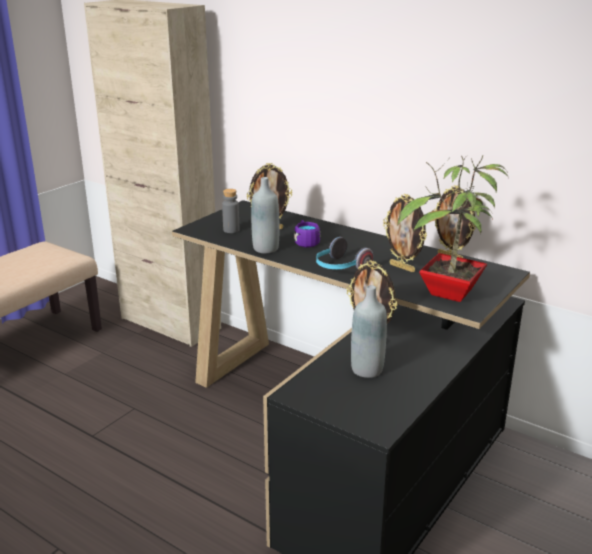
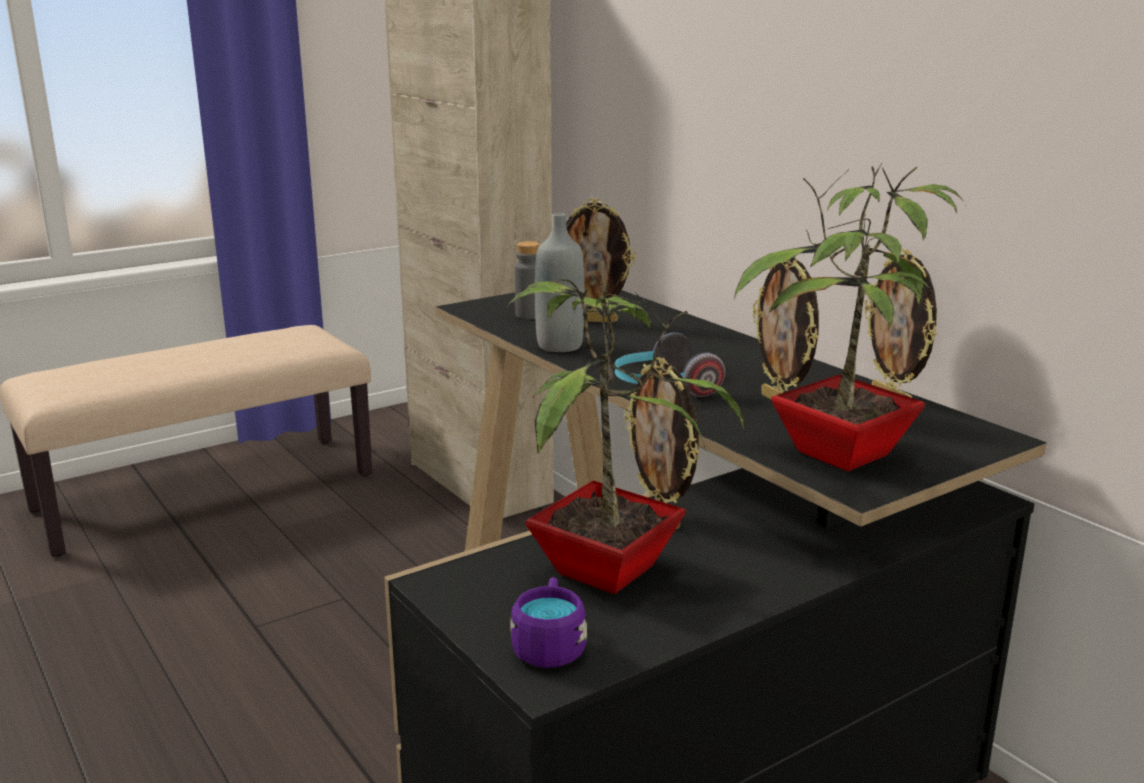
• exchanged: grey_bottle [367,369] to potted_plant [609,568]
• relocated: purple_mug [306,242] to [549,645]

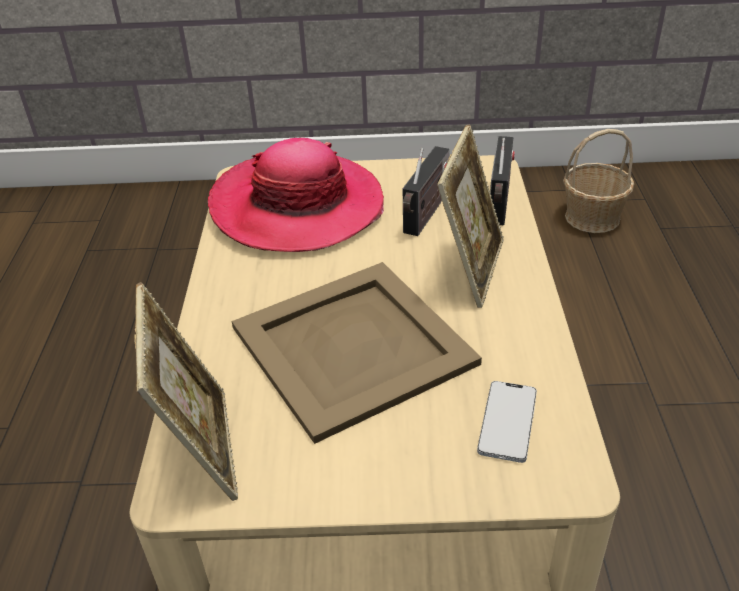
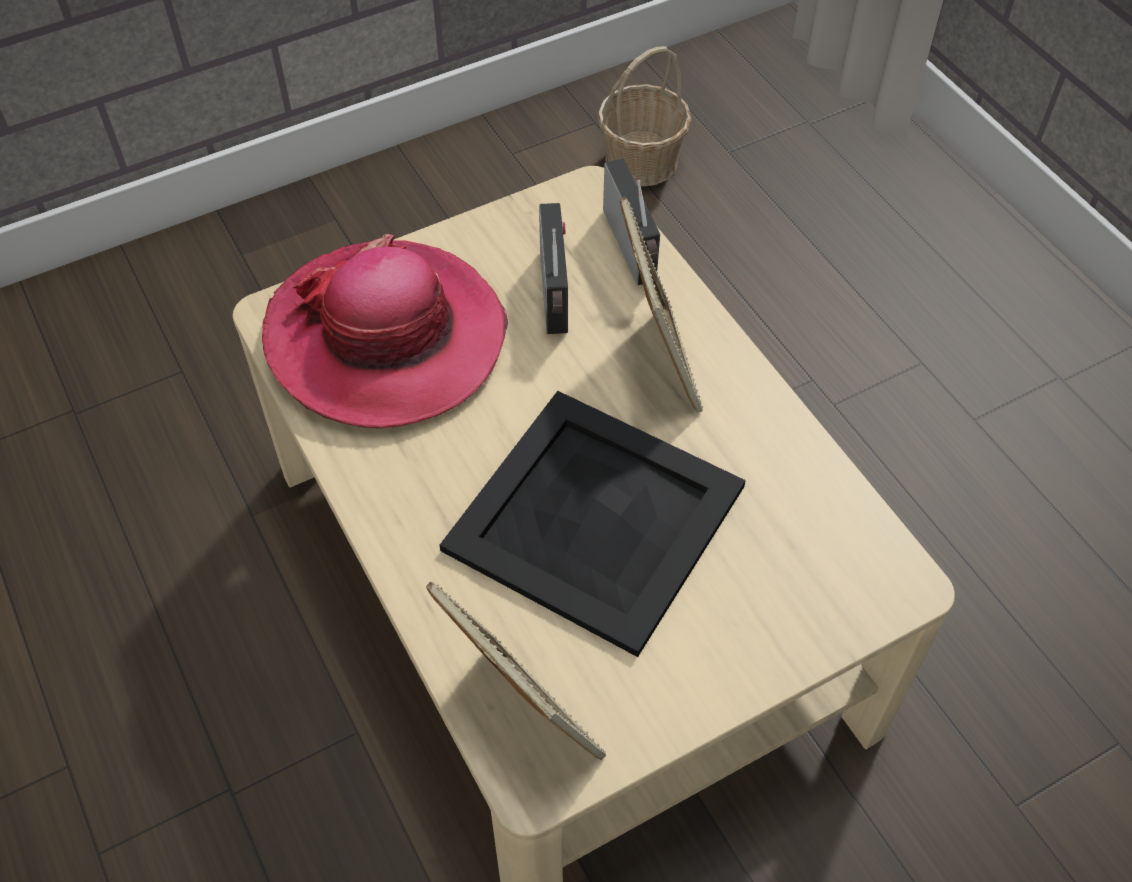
• colour: beige_tray [352,347] to black_tray [595,520]
• missing: phone [507,422]

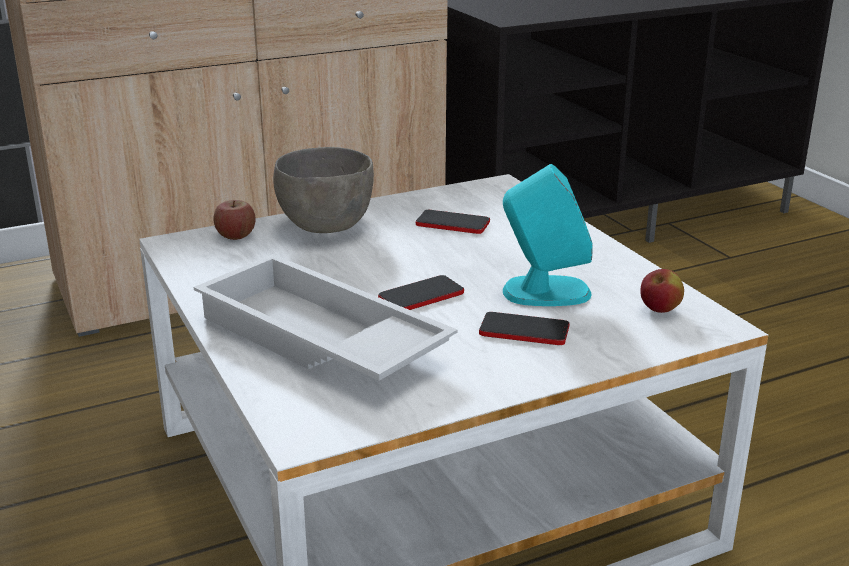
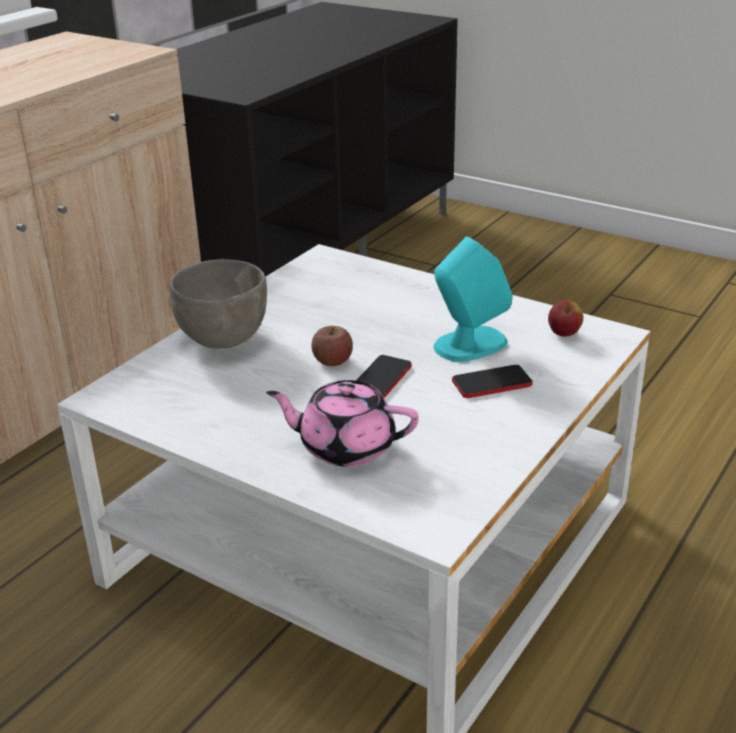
• exchanged: white_tray [316,340] to pink_teapot [345,447]
• relocated: apple [236,235] to [332,361]
• missing: phone [452,223]

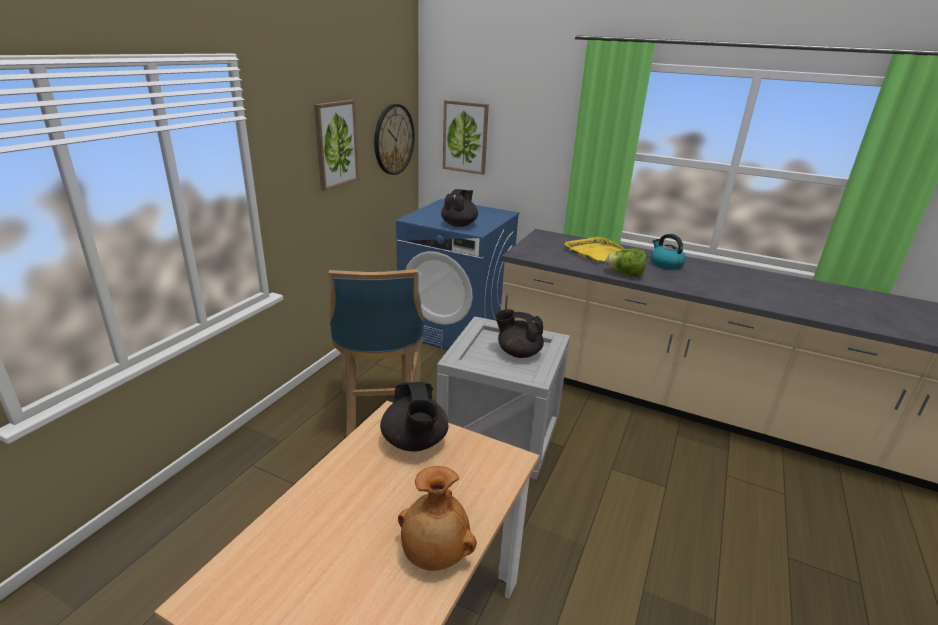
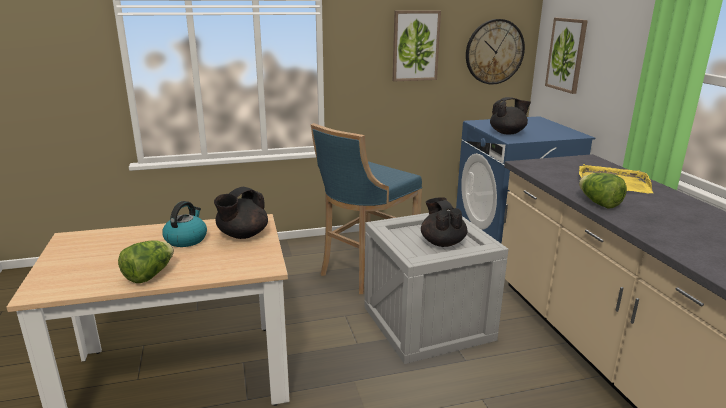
• exchanged: brown_vase [434,555] to lettuce [149,275]
• relocated: kettle [665,264] to [186,239]

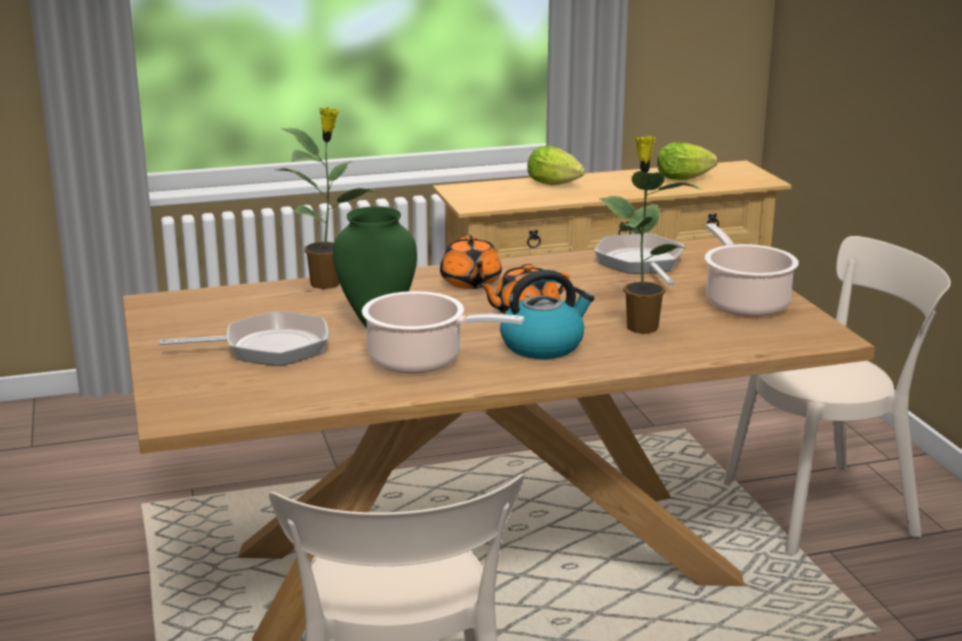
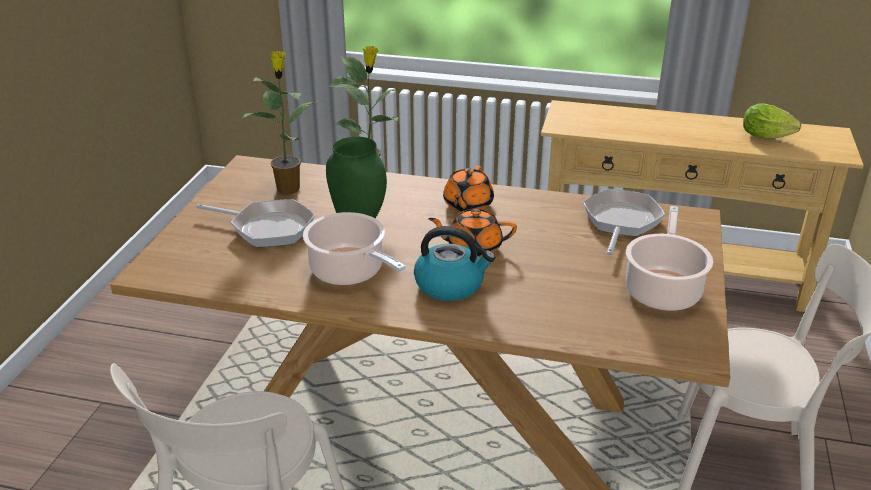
• relocated: potted_plant [641,326] to [288,188]
• missing: lettuce [556,185]

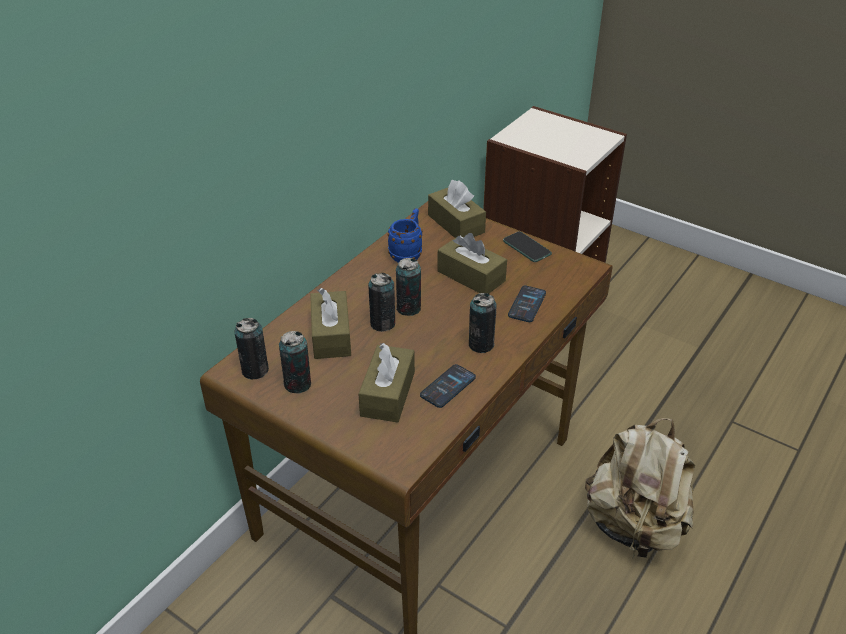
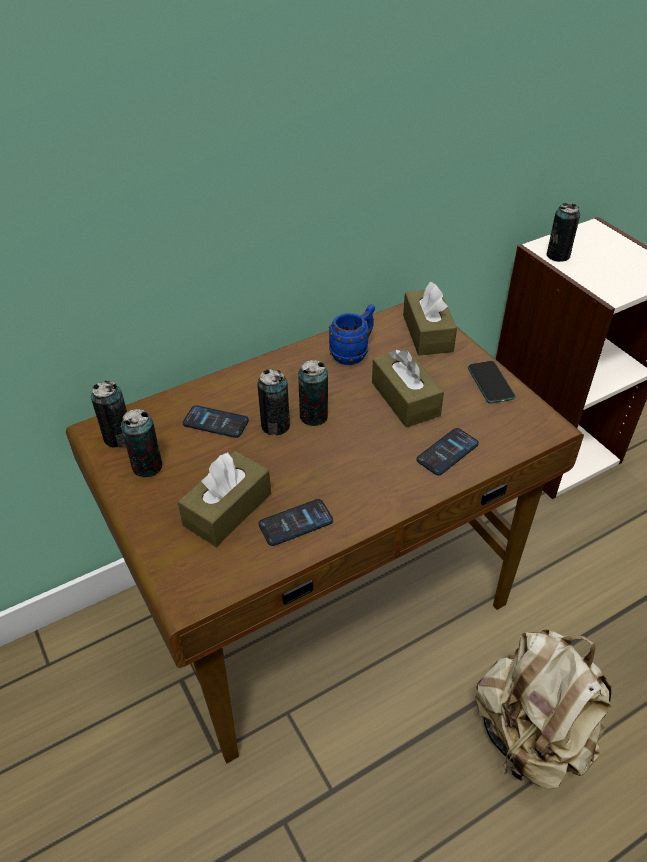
• exchanged: brown_tissue_box [331,335] to phone [215,422]
• relocated: can [481,344] to [558,255]

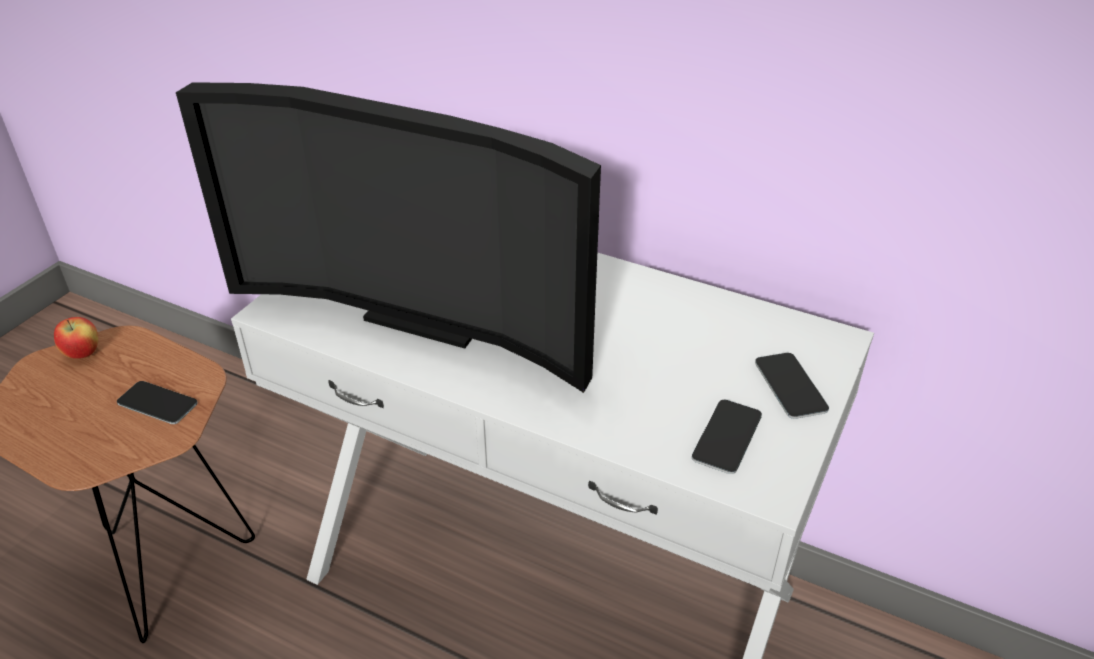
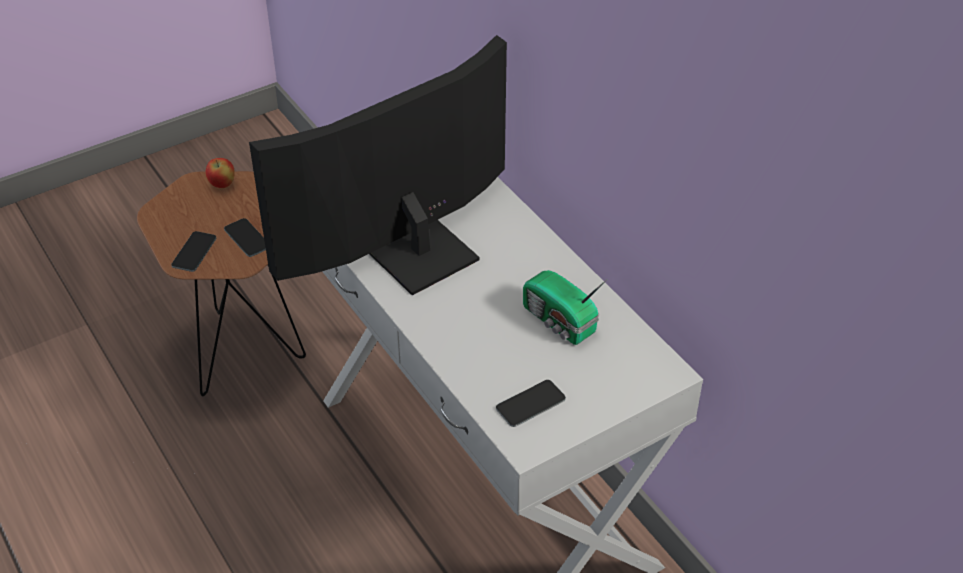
• relocated: phone [790,386] to [194,252]
• spun: television [427,314] = [413,245] 90 degrees clockwise
• appeared: radio [559,322]

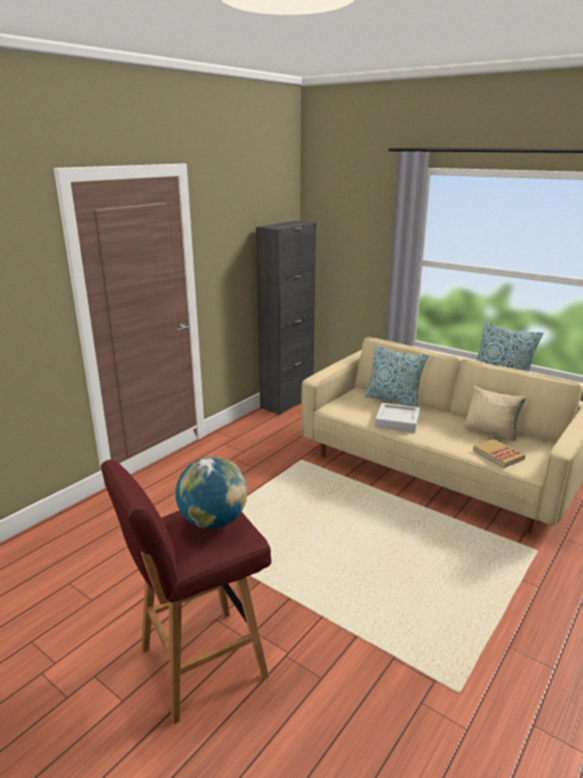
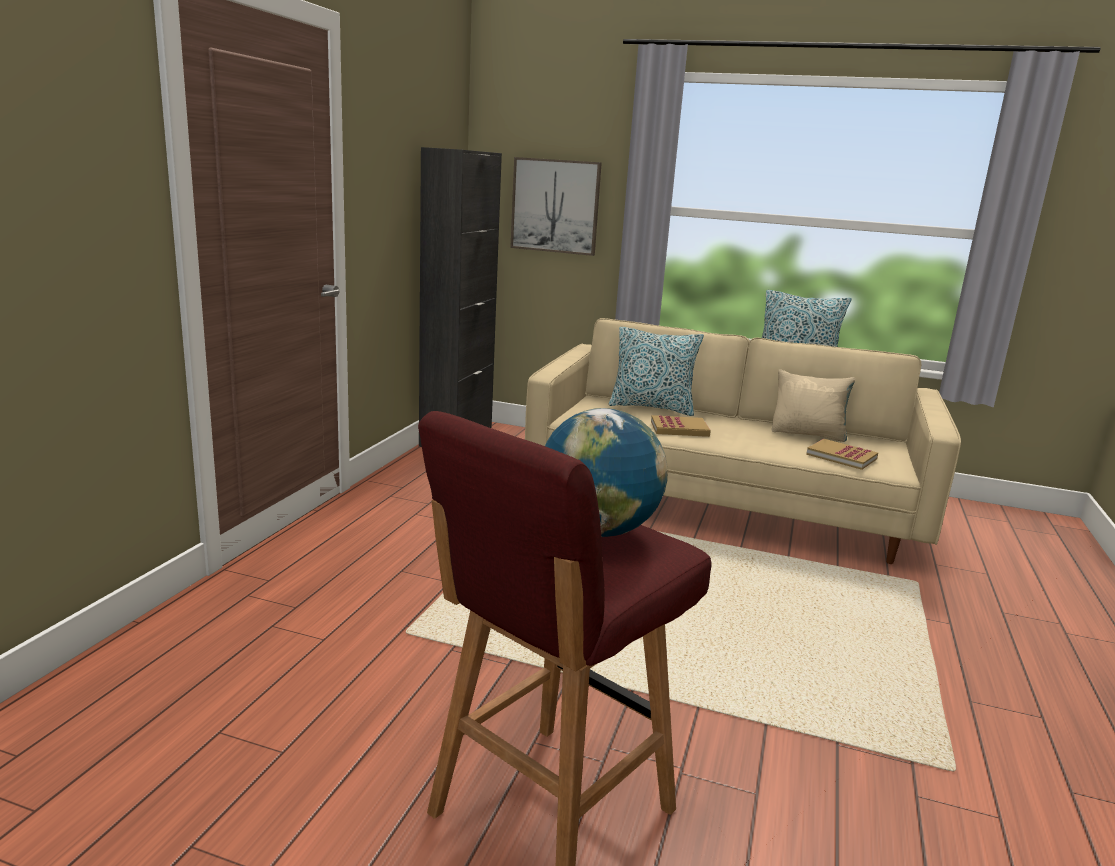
• appeared: picture [555,206]
• exchanged: grey_tray [397,421] to book [679,429]

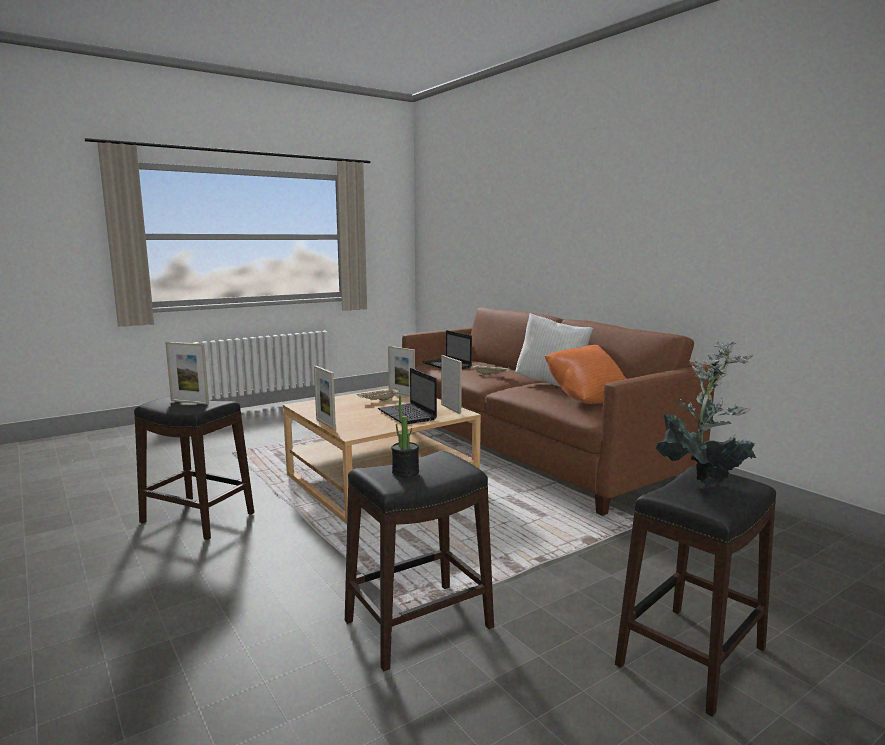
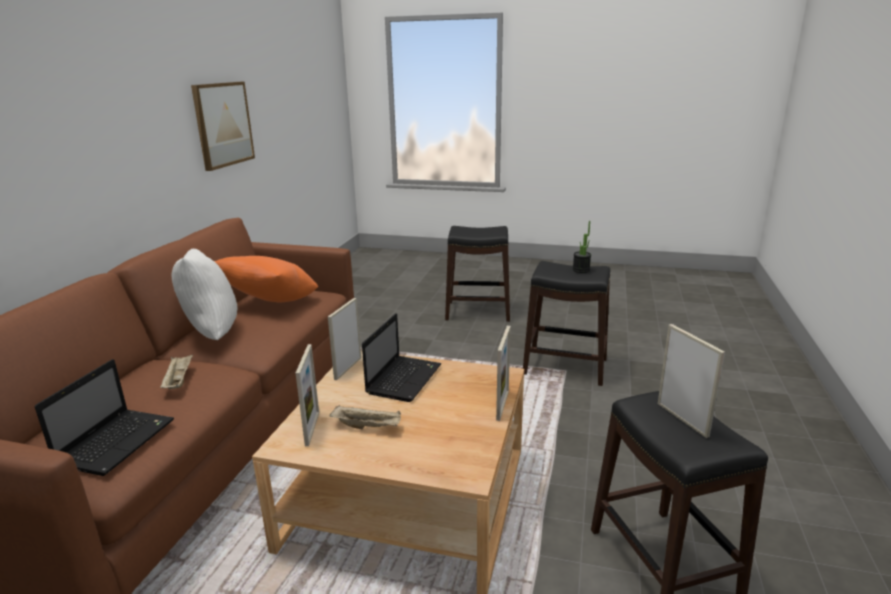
• appeared: picture [223,124]
• missing: potted_plant [703,478]

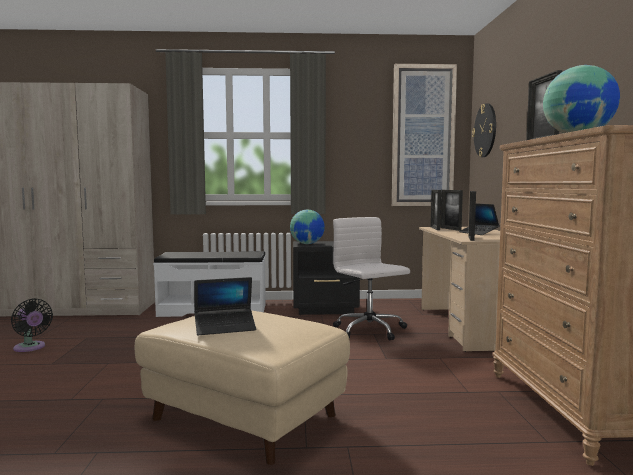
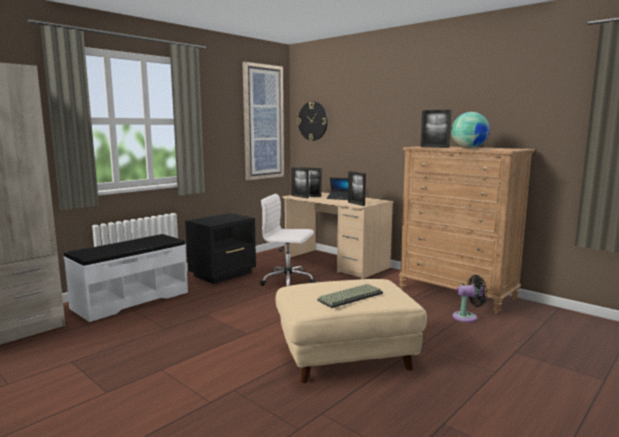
• exchanged: laptop [225,327] to keyboard [350,296]
• relocated: black_fan [30,348] to [467,317]
• missing: globe [307,244]

